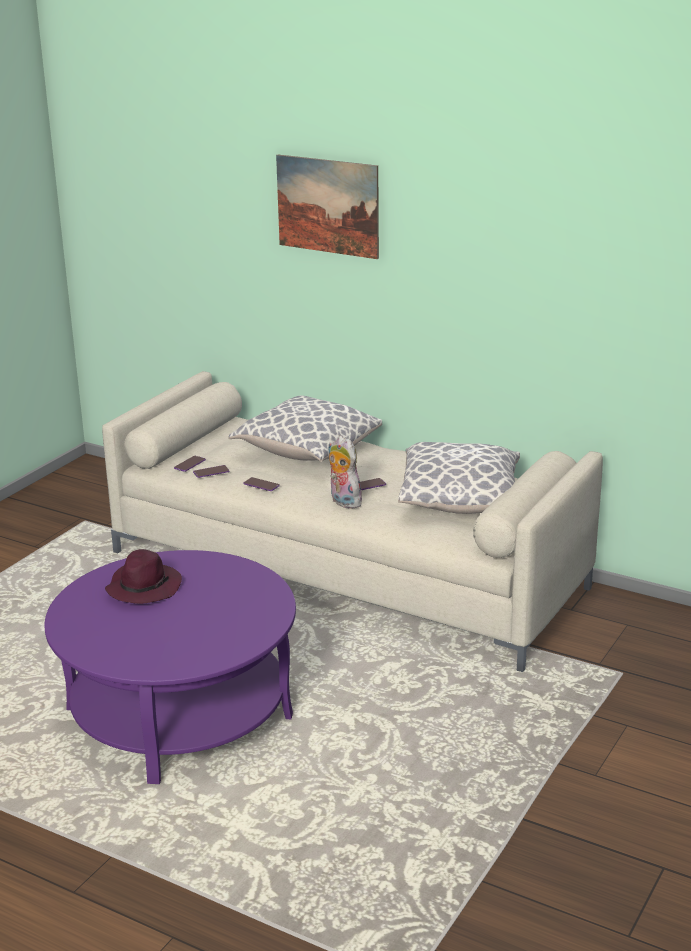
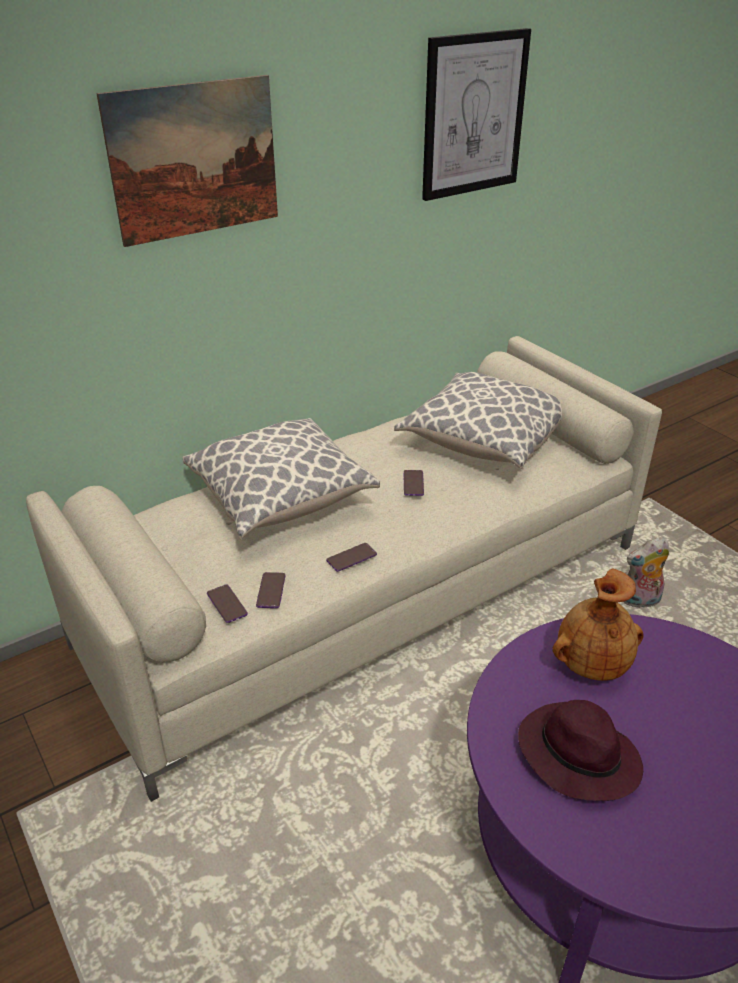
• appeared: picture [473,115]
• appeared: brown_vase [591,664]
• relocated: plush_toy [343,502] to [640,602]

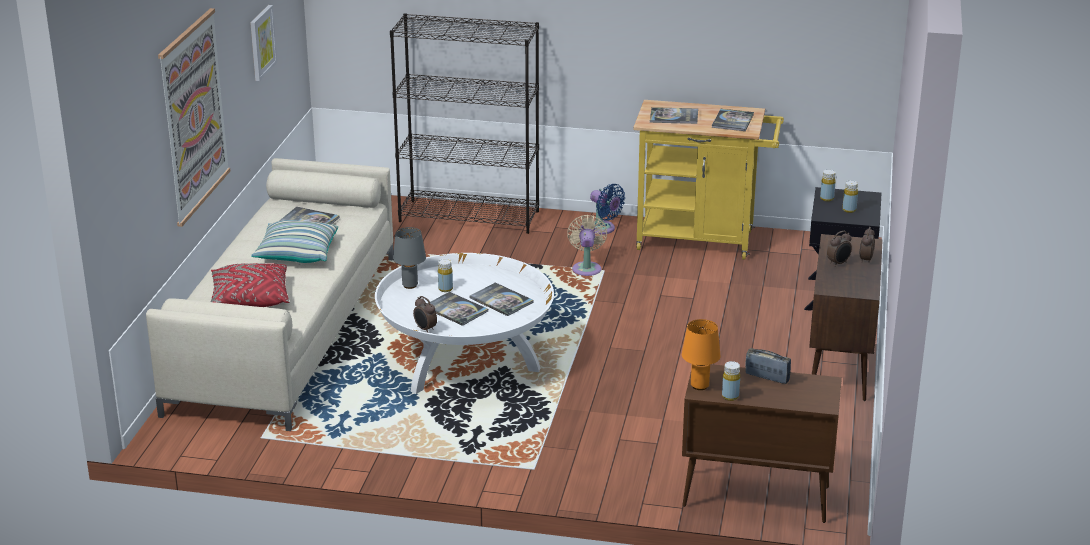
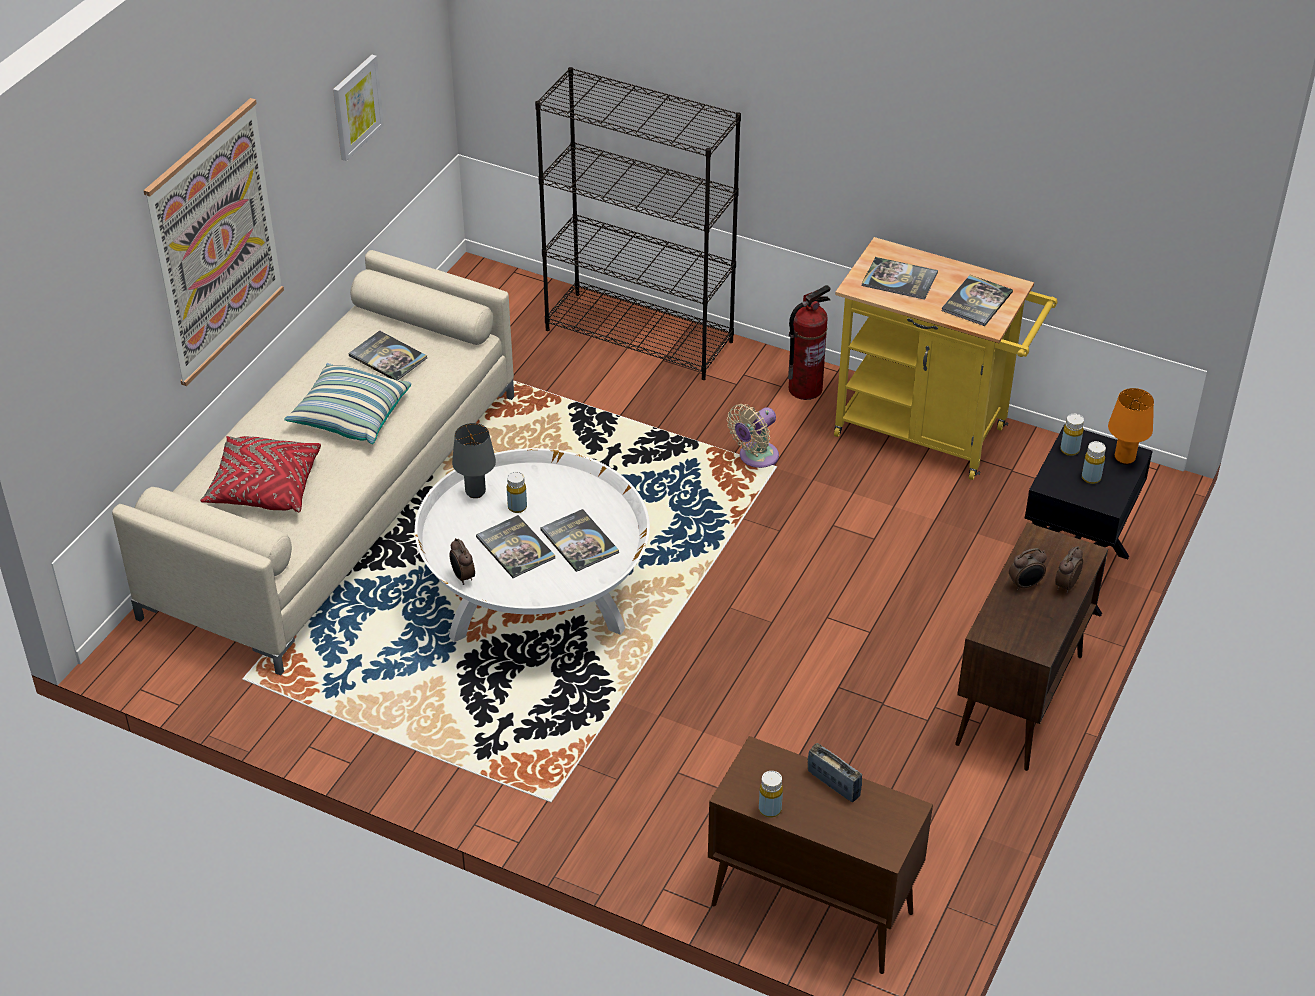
• spun: beige_fan [586,268] = [755,458] 150 degrees counterclockwise
• exchanged: blue_fan [603,229] to fire_extinguisher [805,389]
• relocated: orange_table_lamp [700,386] to [1125,459]

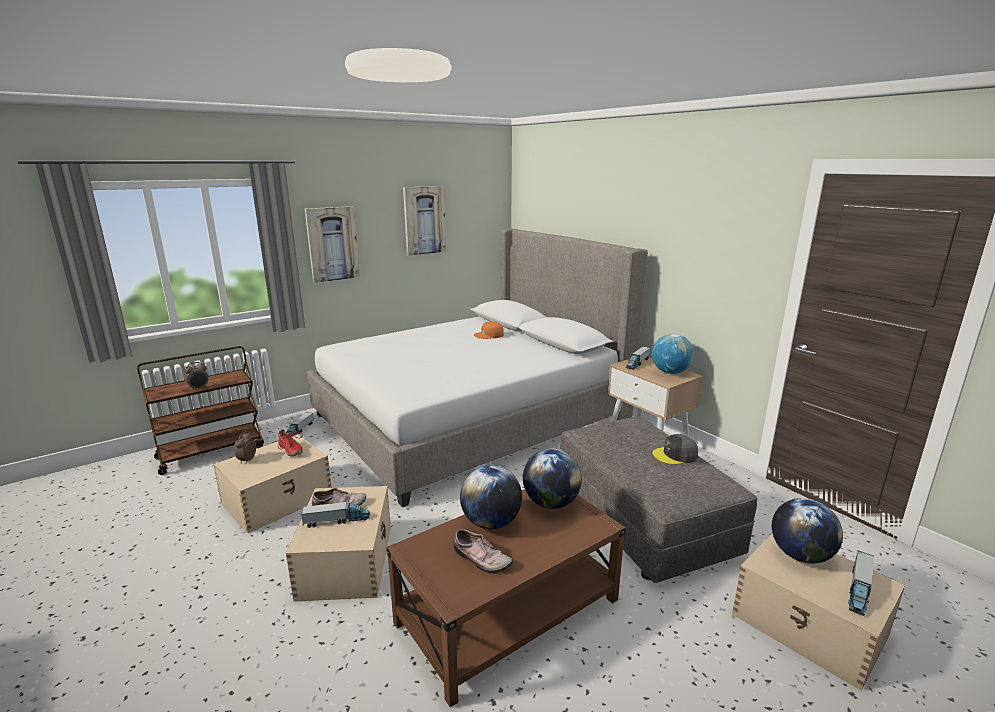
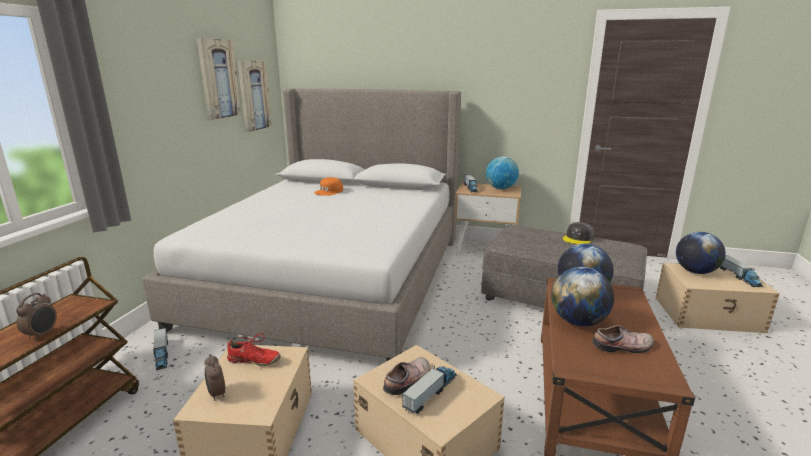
• relocated: picture [332,244] to [253,95]

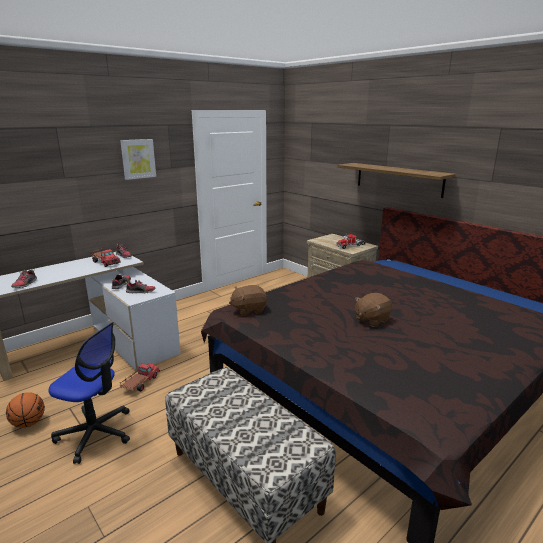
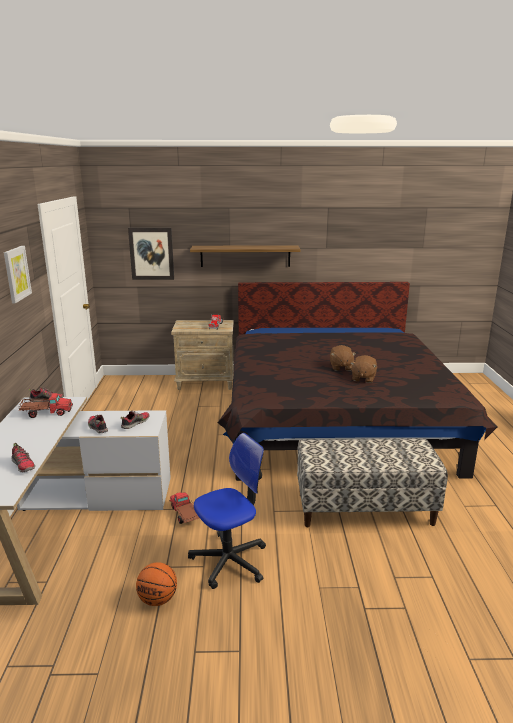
• appeared: picture [151,253]
• relocated: brown_plush_toy [248,310] to [363,378]

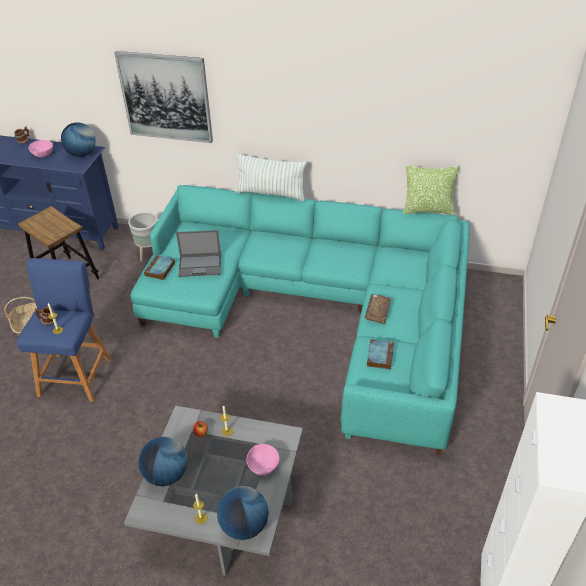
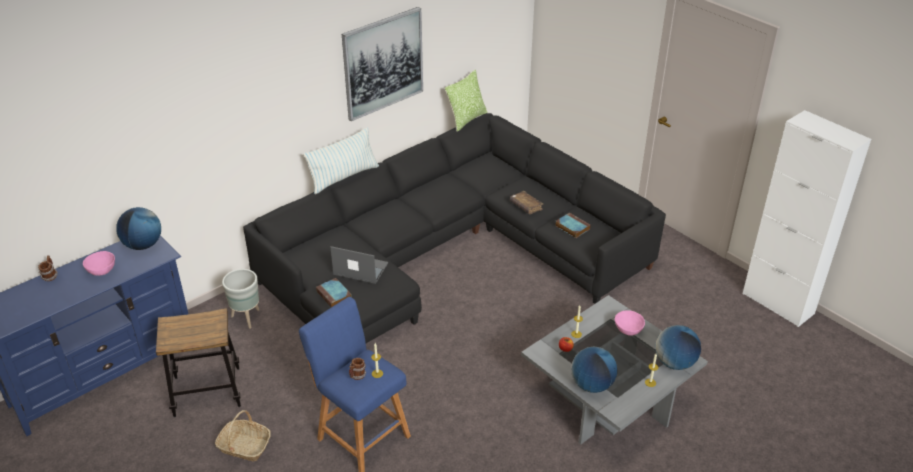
• colour: turquoise_sofa [320,310] to black_sofa [449,252]
• spun: laptop [200,265] = [360,269] 105 degrees counterclockwise
• relocated: picture [166,97] to [383,63]

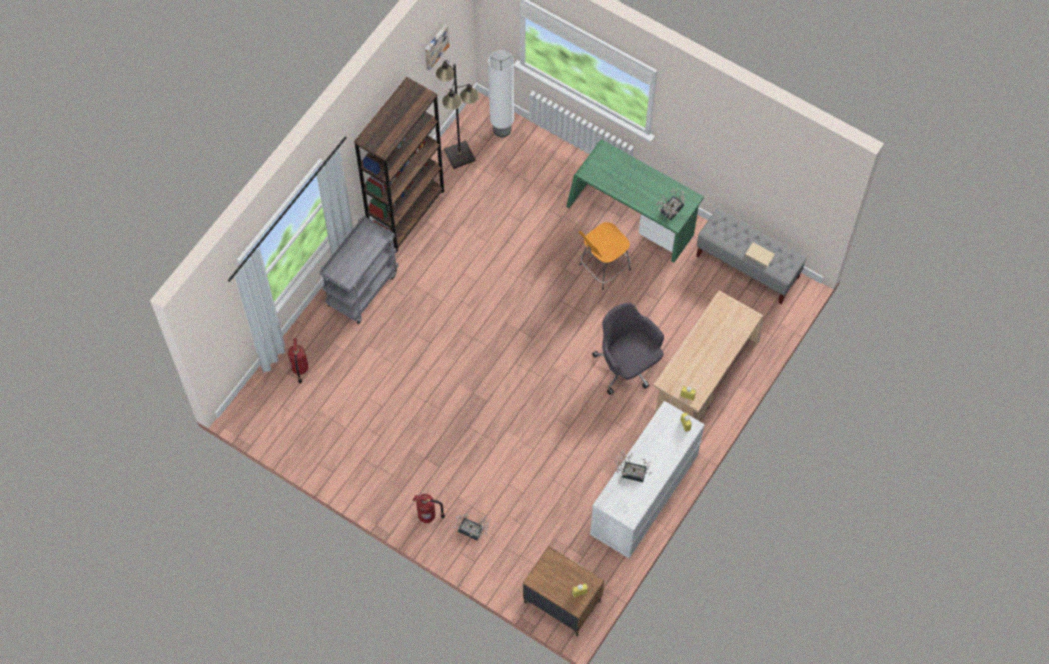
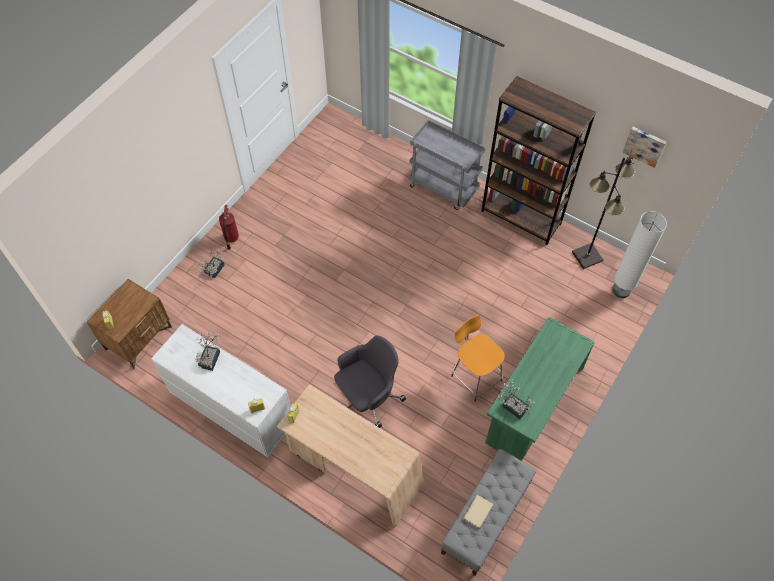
• missing: fire_extinguisher [300,369]

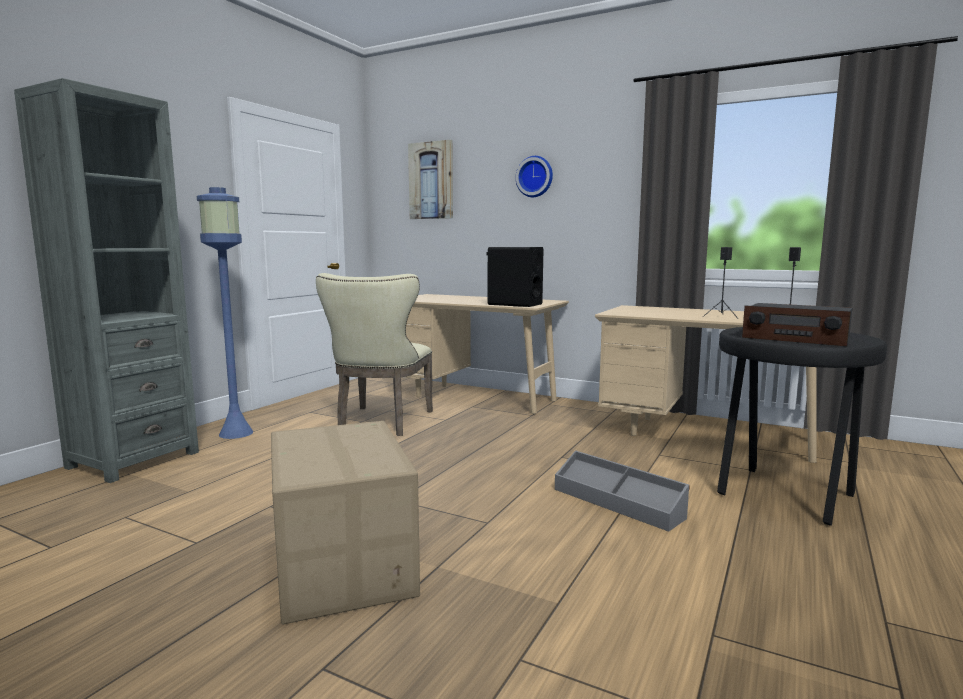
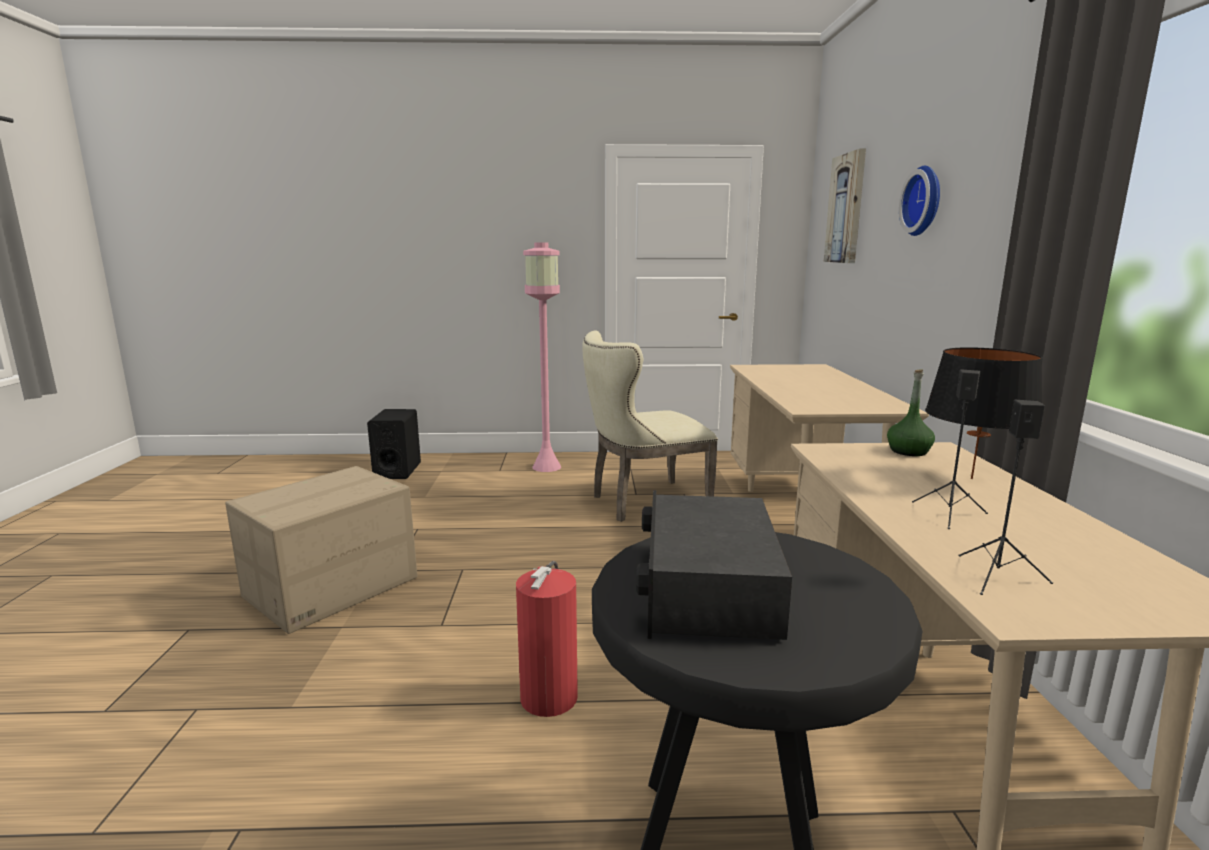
• relocated: black_speaker [514,304] to [397,471]
• exchanged: grey_storage_box [618,502] to fire_extinguisher [550,695]
• colour: blue_floor_lamp [235,433] to pink_floor_lamp [546,467]
• appeared: green_bottle [908,451]
• appeared: black_table_lamp [971,478]
• missing: grey_bookcase [133,460]

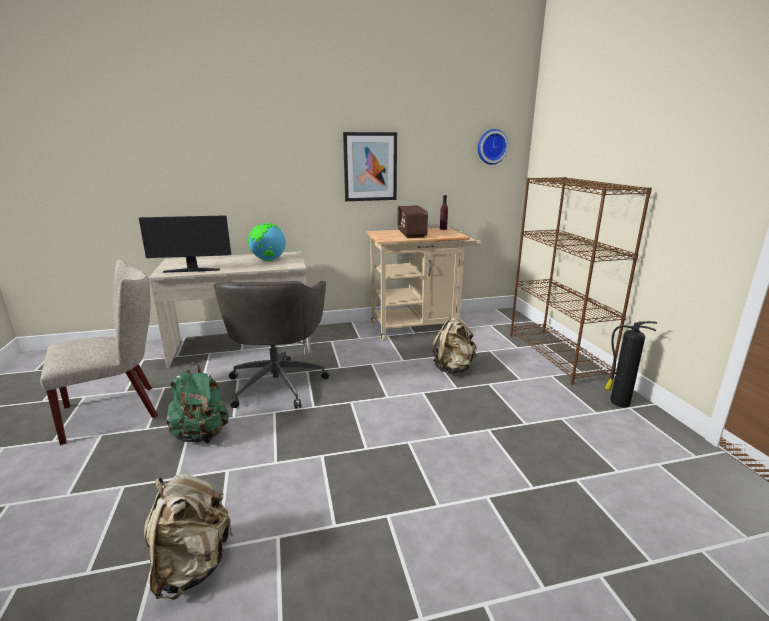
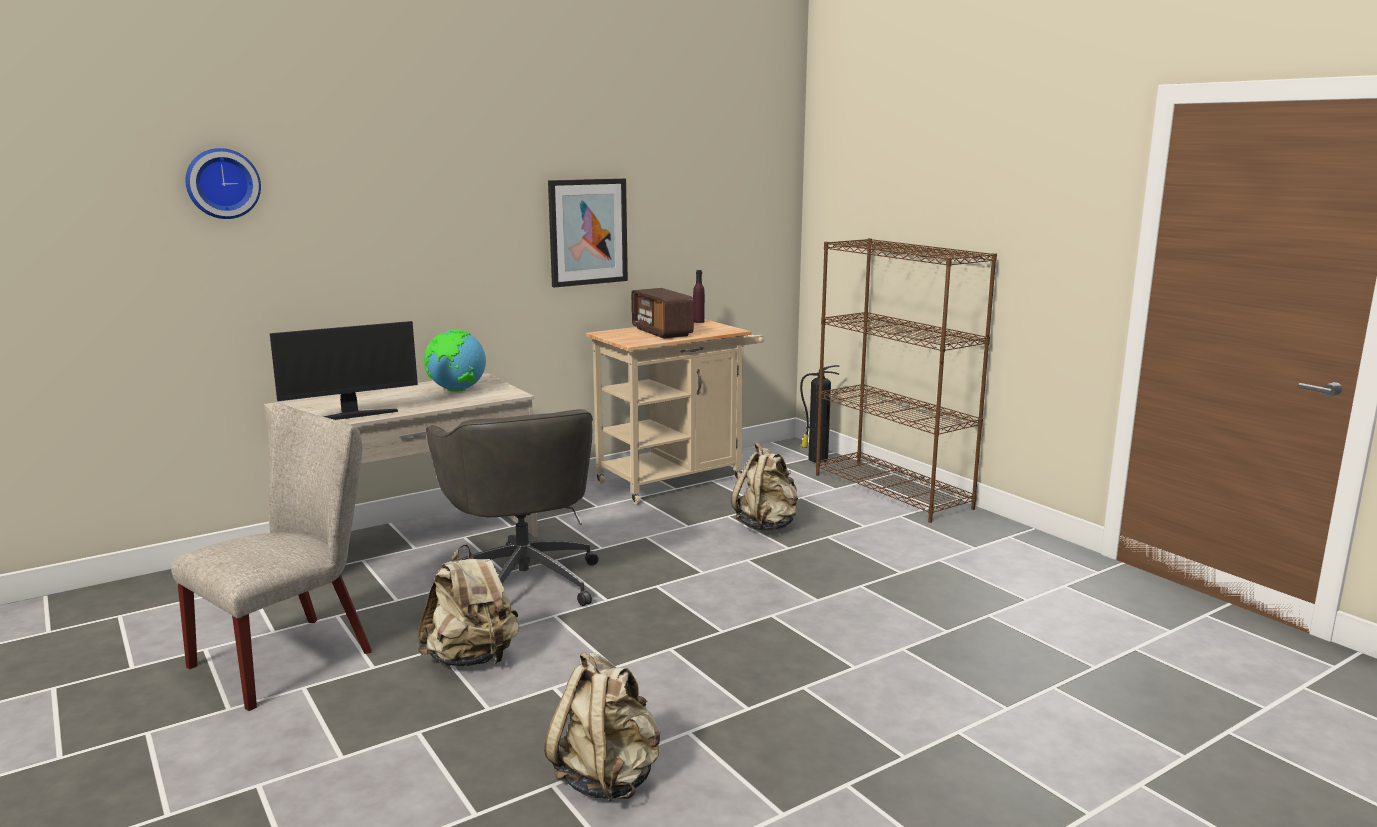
• relocated: wall_clock [491,147] to [222,183]
• colour: green_backpack [201,435] to beige_backpack [472,659]
• relocated: fire_extinguisher [618,402] to [816,459]

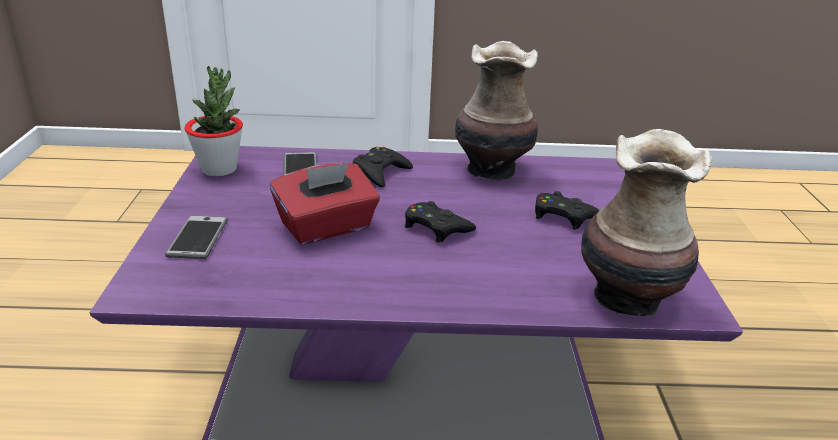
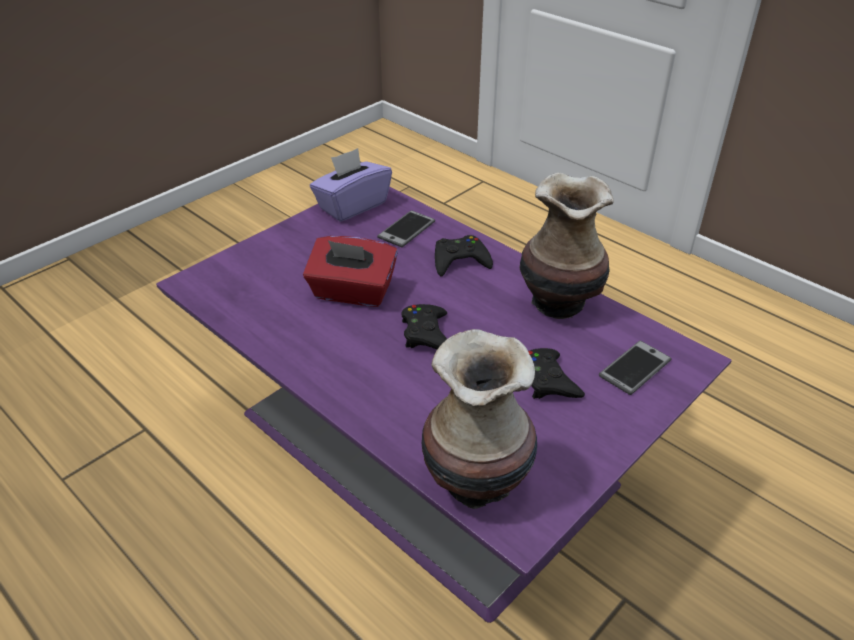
• exchanged: potted_plant [219,169] to purple_tissue_box [352,205]
• relocated: phone [198,238] to [634,368]

